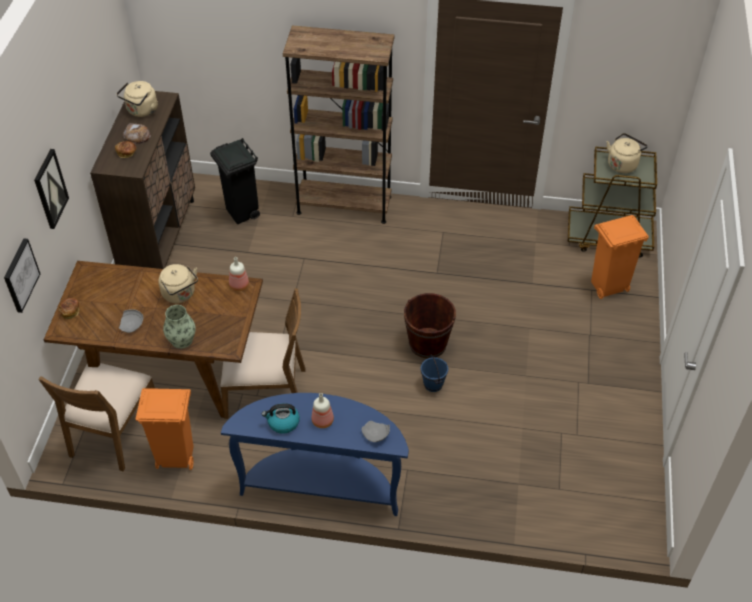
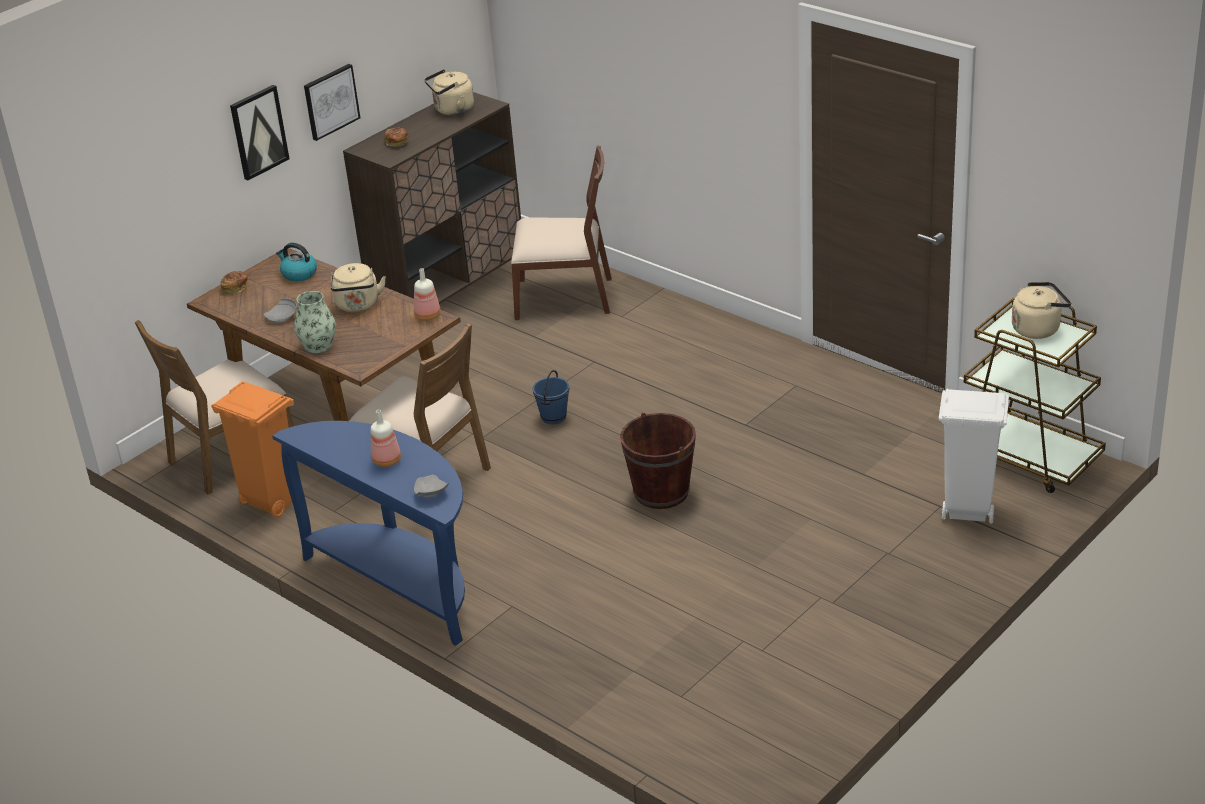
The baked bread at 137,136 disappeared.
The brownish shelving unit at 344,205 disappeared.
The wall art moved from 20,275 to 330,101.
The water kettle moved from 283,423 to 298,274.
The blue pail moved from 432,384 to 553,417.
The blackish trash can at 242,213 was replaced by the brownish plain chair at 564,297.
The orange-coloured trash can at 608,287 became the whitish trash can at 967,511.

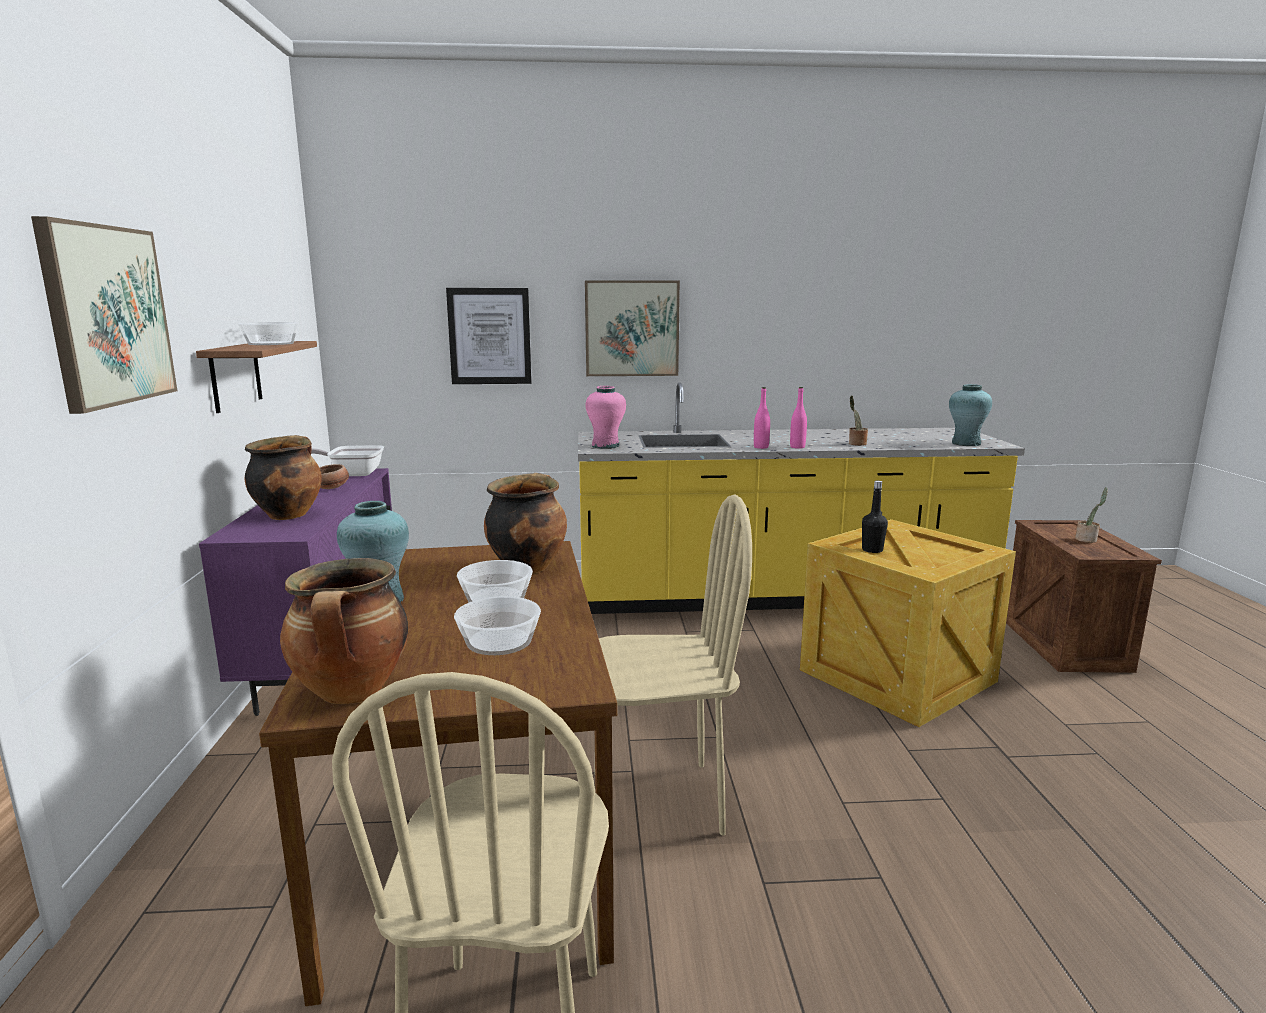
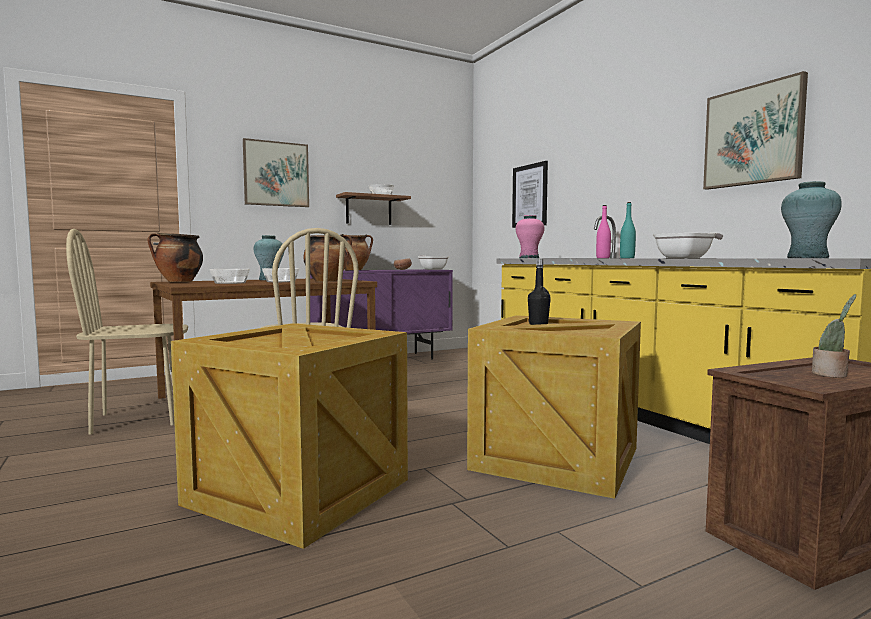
The packing crate at 299,493 appeared.
The wall art moved from 632,328 to 753,135.
The potted plant at 856,444 was replaced by the pan at 688,258.
The pink beverage bottle at 797,447 became the turquoise-coloured beverage bottle at 627,258.

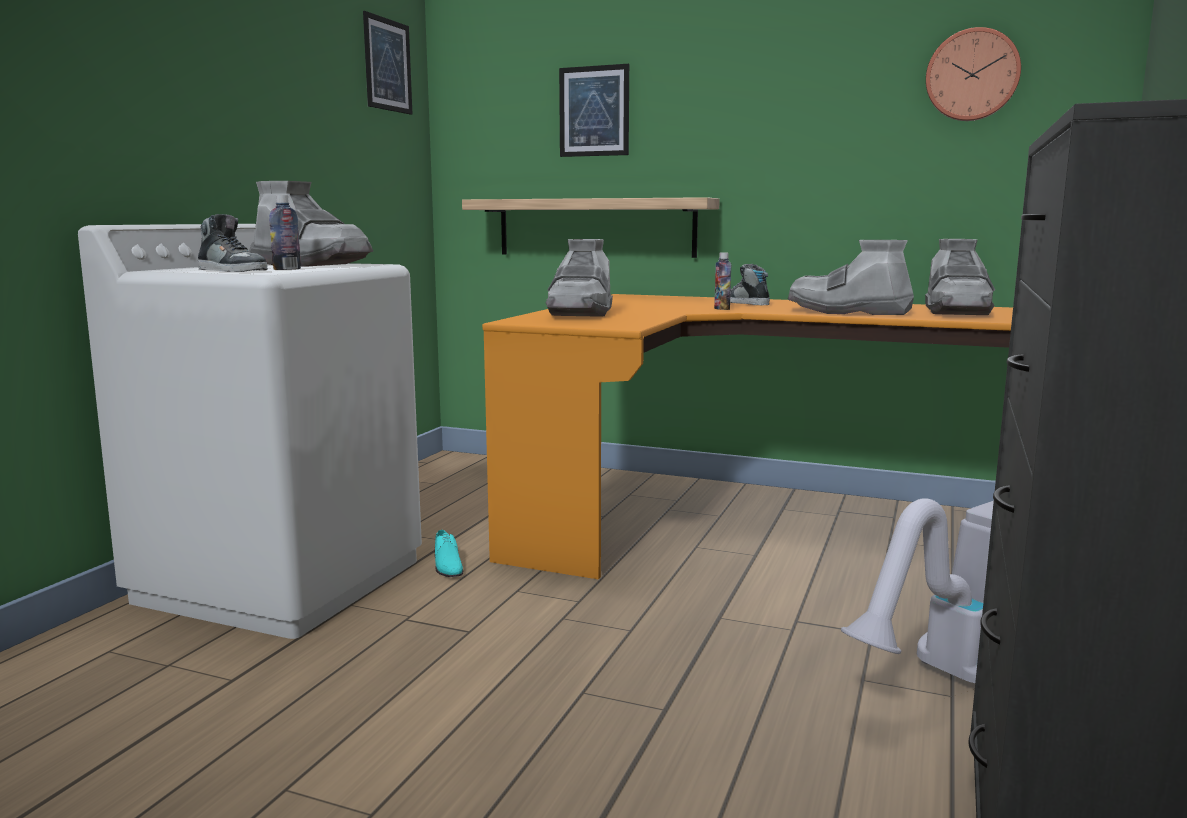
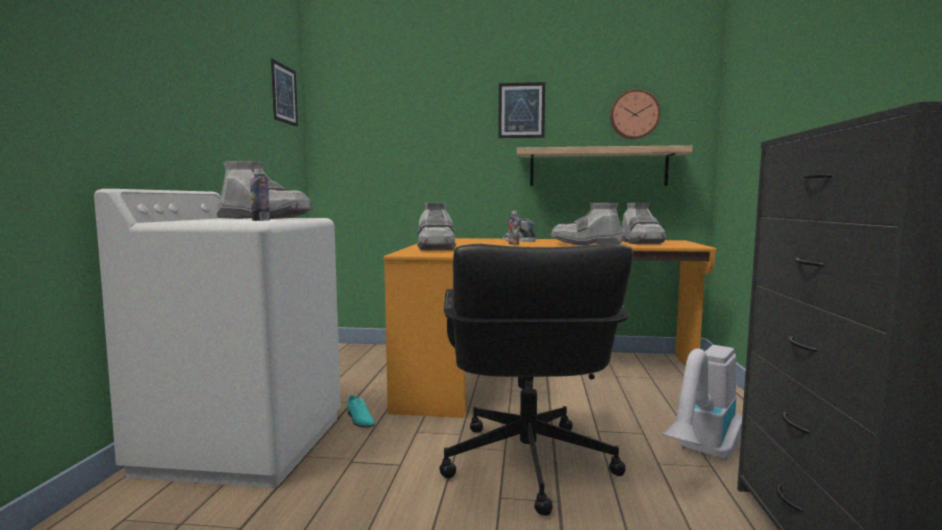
The shoe at 232,271 disappeared.
The blackish office chair at 526,464 appeared.
The wall shelf moved from 595,227 to 598,167.
The wall art moved from 594,111 to 521,110.

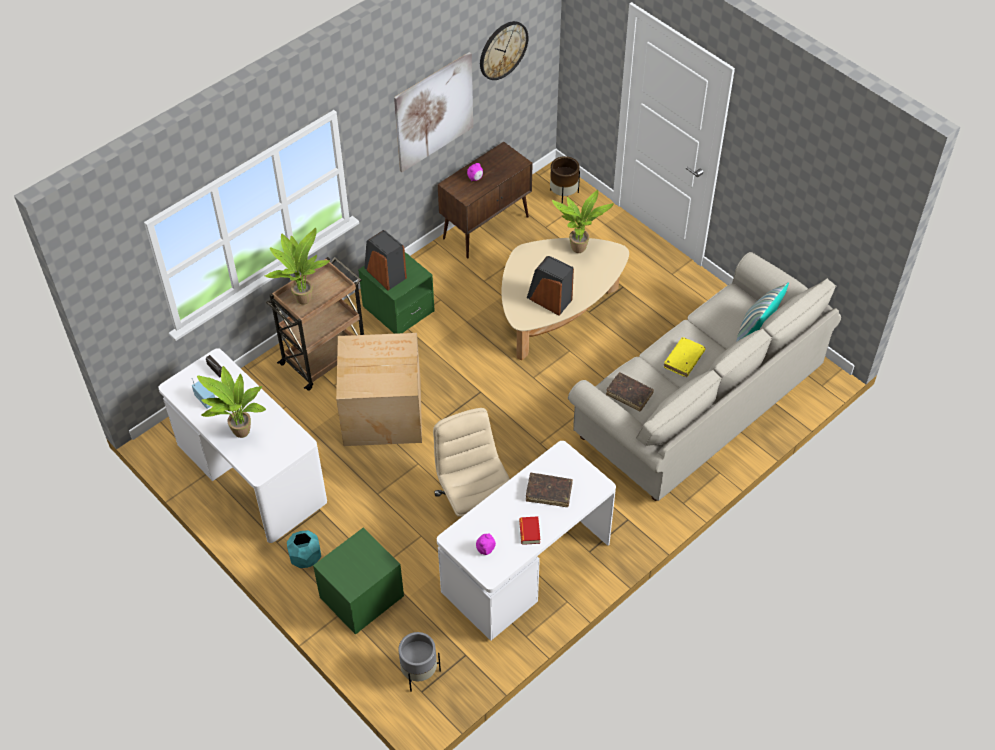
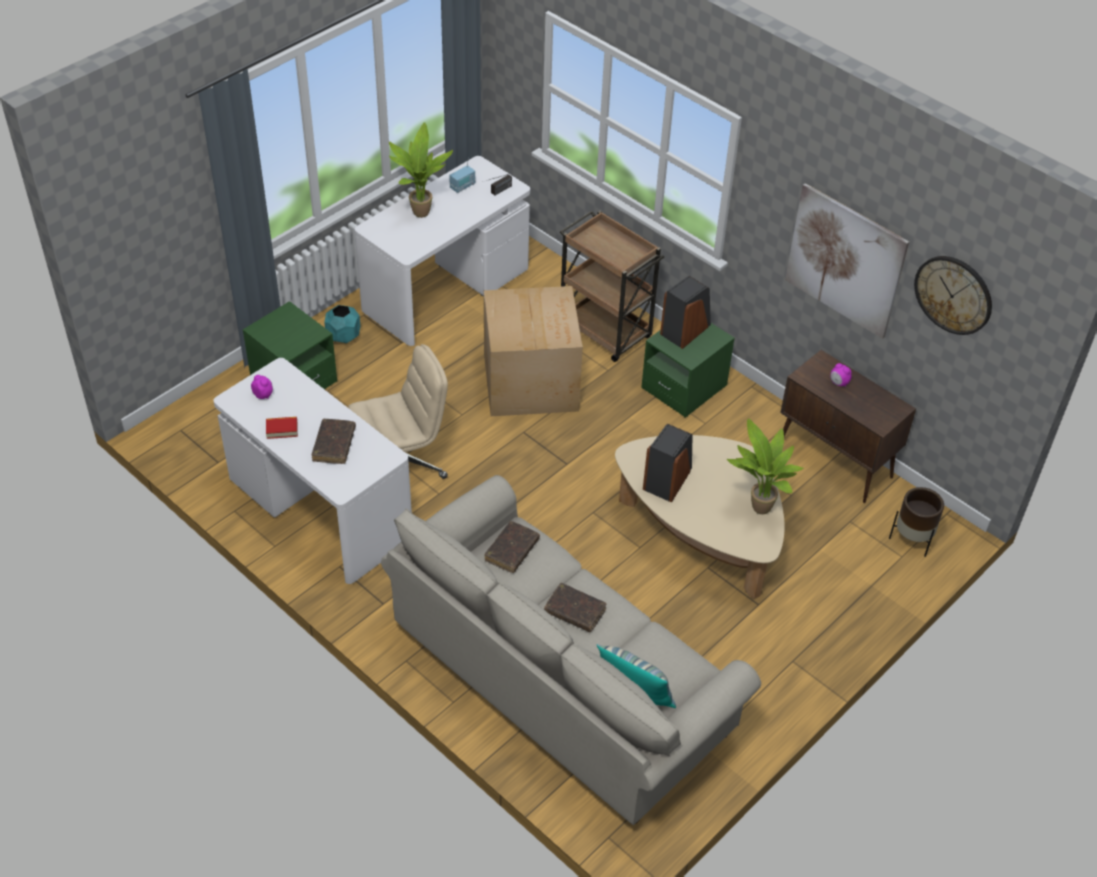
The potted plant at 302,298 disappeared.
The gray plant pot at 419,673 disappeared.
The yellow bound book at 683,360 became the brownish bound book at 575,612.

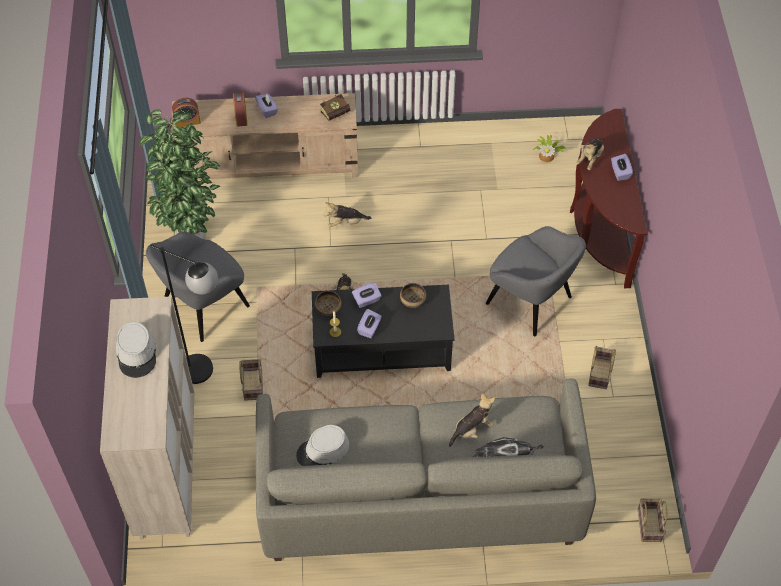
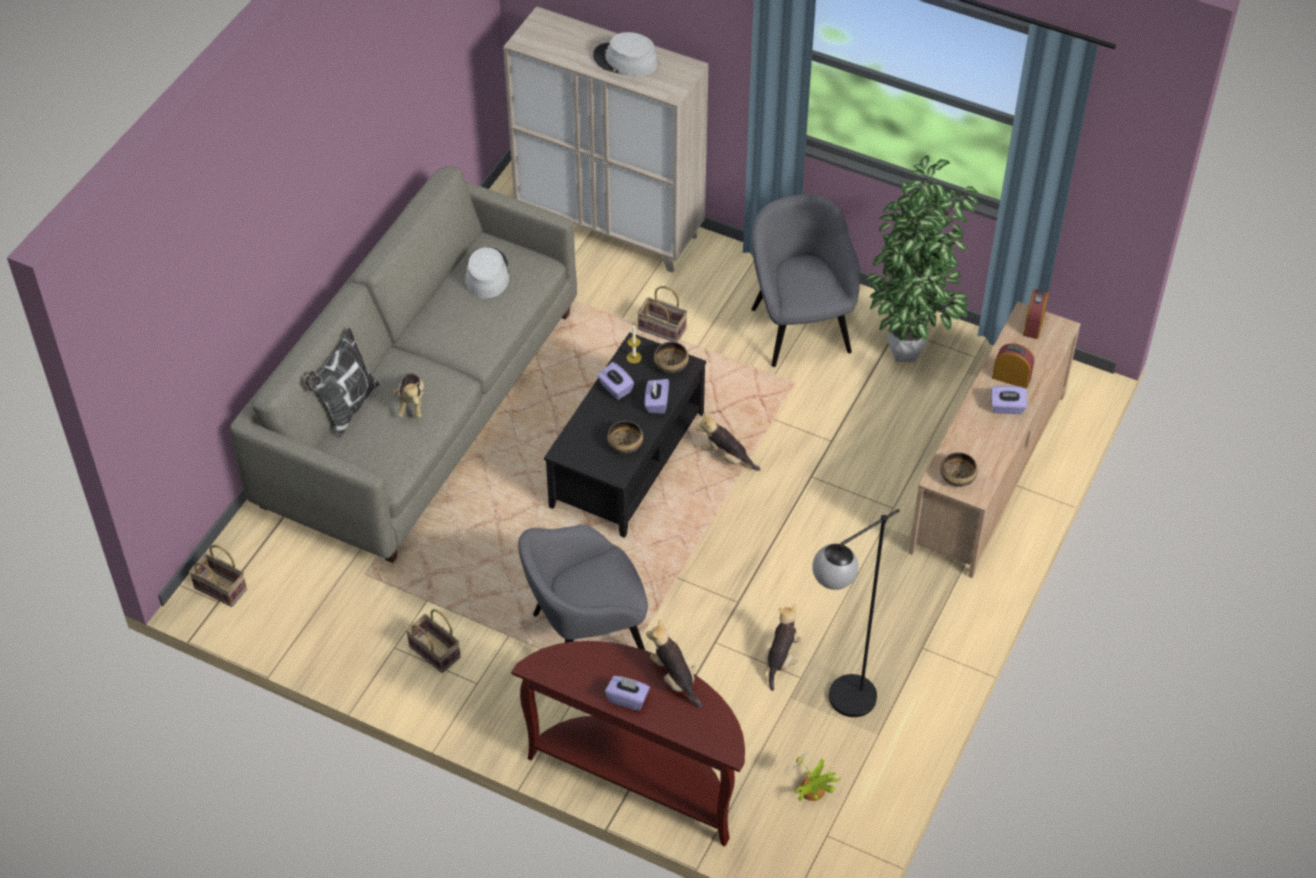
The blackish floor lamp moved from 207,373 to 839,705.
The cuddly toy moved from 346,223 to 781,658.
The bound book at 338,113 was replaced by the deep dish at 958,476.

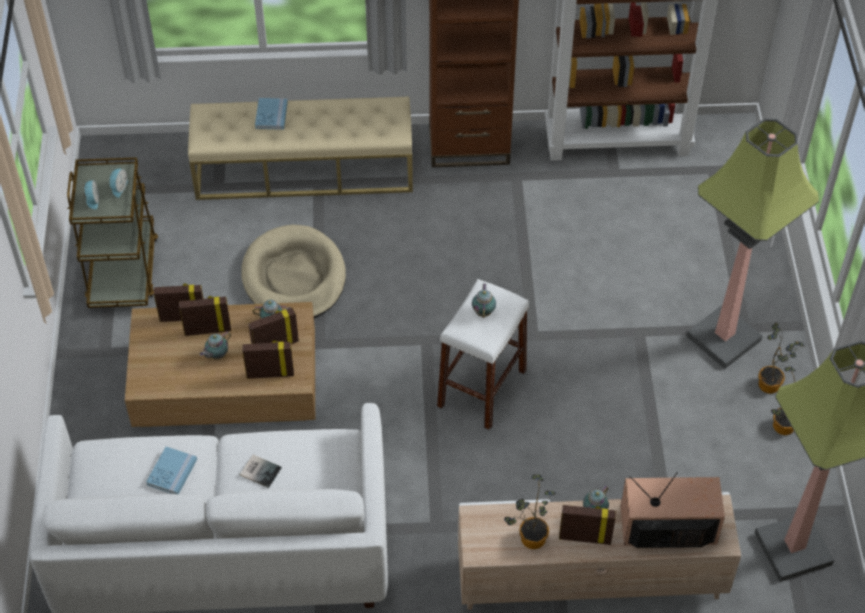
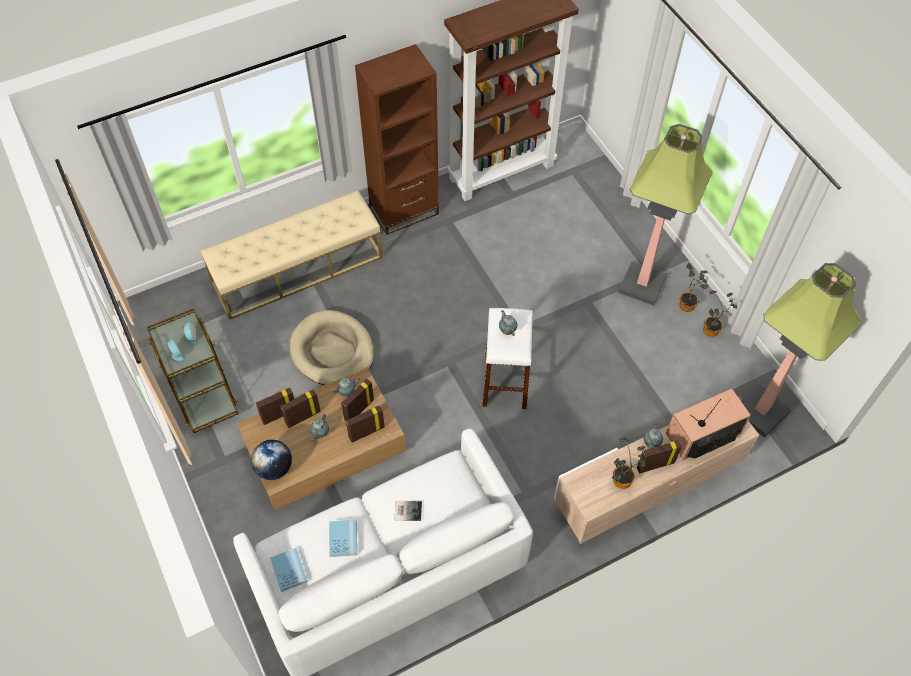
The globe at 274,468 appeared.
The blue bound book moved from 271,115 to 289,570.

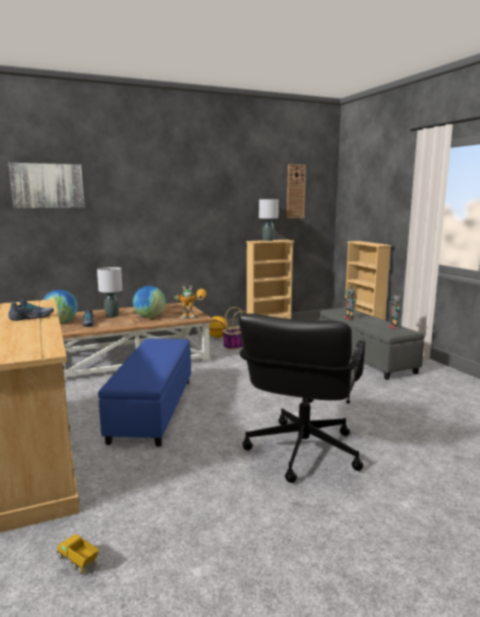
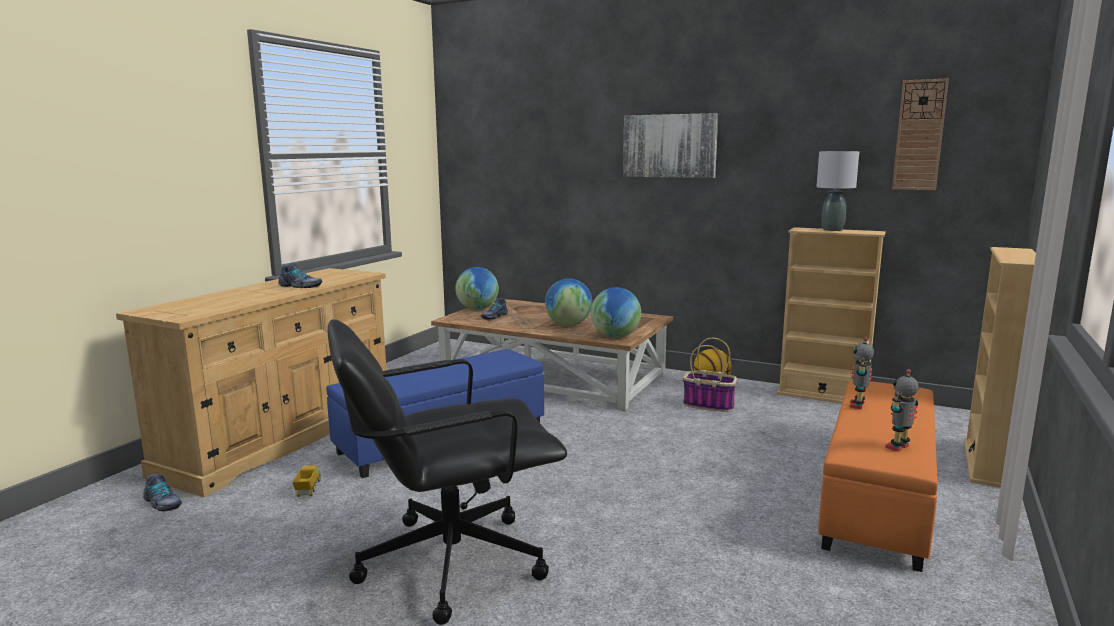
The gray table lamp at 112,316 disappeared.
The shoe at 162,503 appeared.
The wall art moved from 47,186 to 669,146.
The toy truck moved from 78,562 to 308,490.
The toy robot at 193,317 was replaced by the globe at 615,336.
The gray ottoman at 365,358 became the orange-coloured ottoman at 879,500.

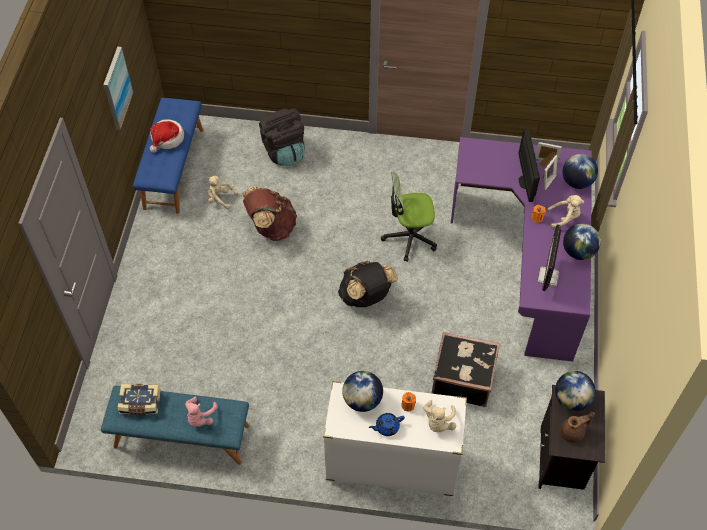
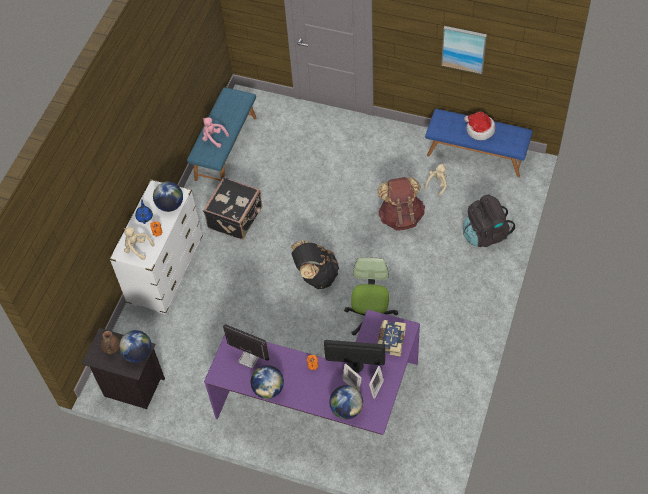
The beige cuddly toy at 564,218 disappeared.
The bound book moved from 140,403 to 390,341.
The blackish travel case moved from 462,378 to 236,218.

